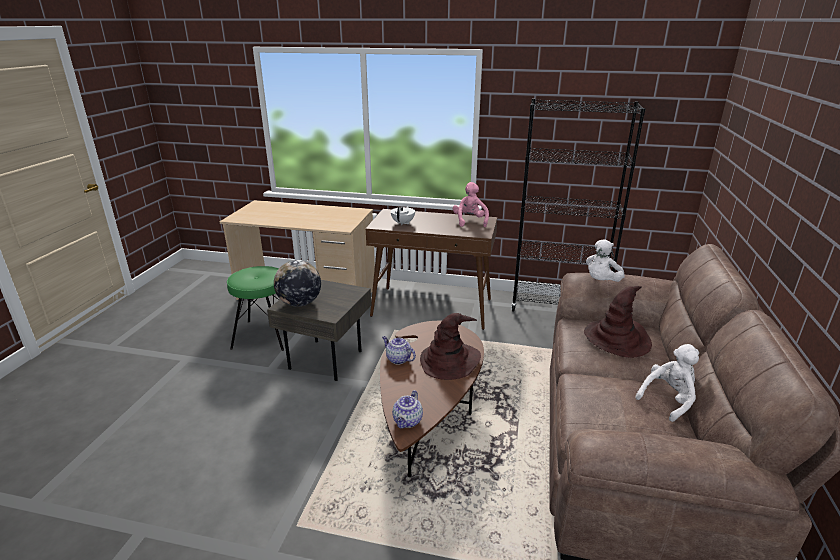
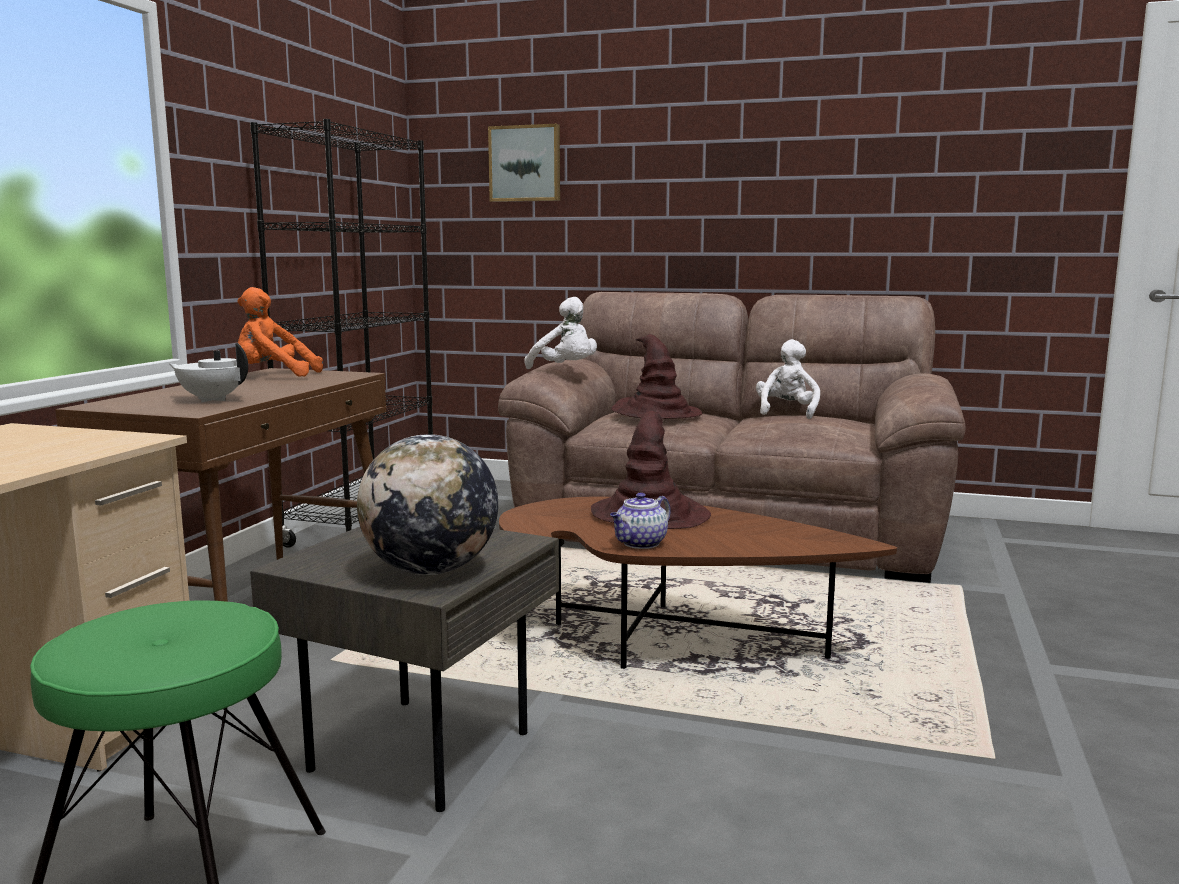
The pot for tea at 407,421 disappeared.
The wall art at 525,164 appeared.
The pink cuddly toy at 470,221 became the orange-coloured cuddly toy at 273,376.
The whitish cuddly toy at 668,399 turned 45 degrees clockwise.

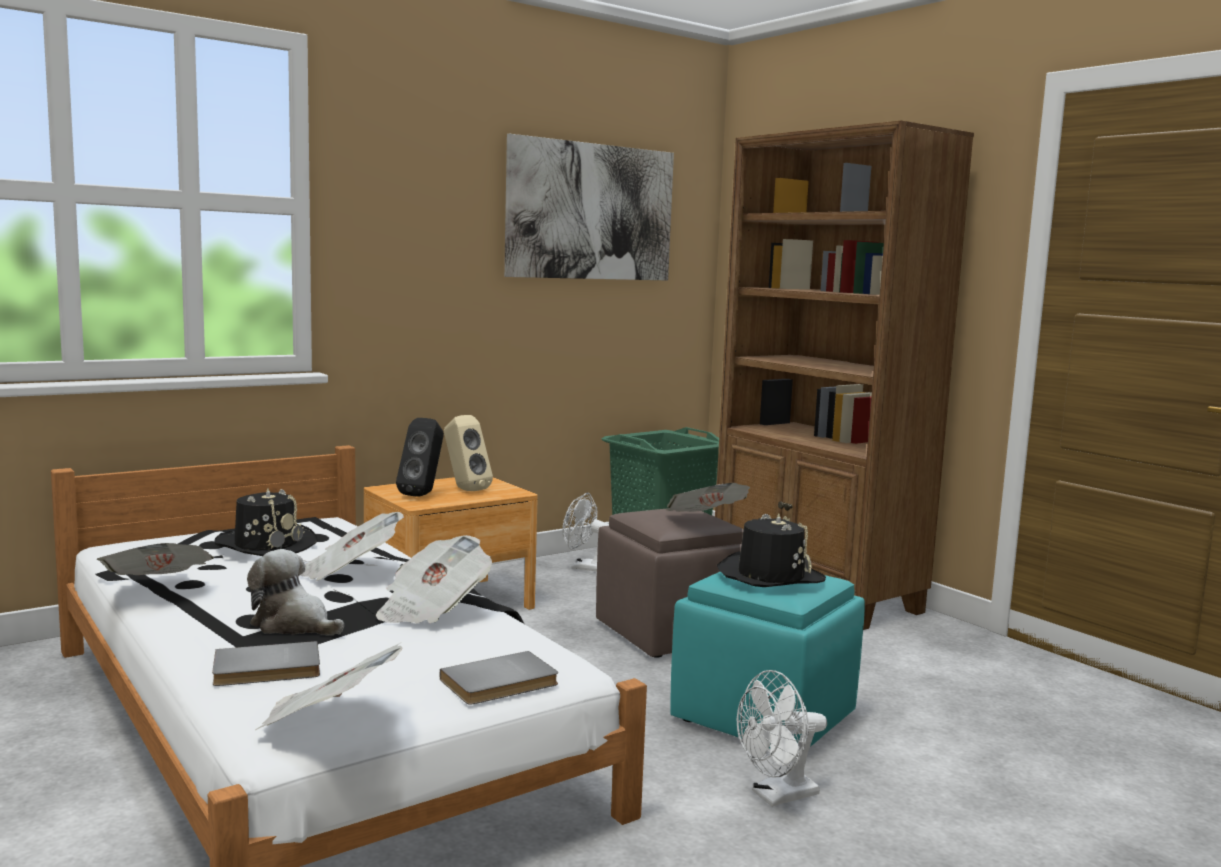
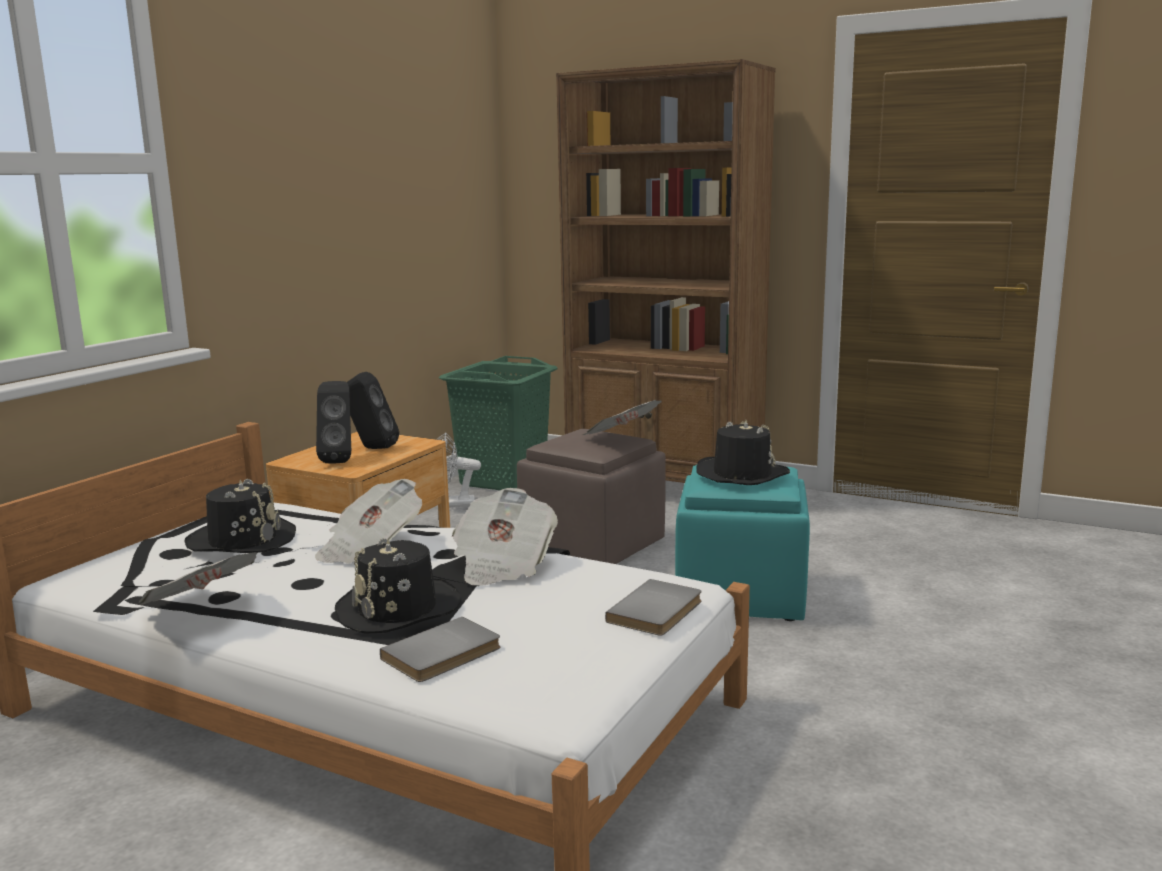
The daily paper at 329,722 disappeared.
The wall art at 591,212 disappeared.
The whitish electric fan at 777,796 disappeared.
The cuddly toy at 294,625 was replaced by the blackish clothing hat at 399,609.
The beige speaker at 464,489 became the blackish speaker at 371,448.

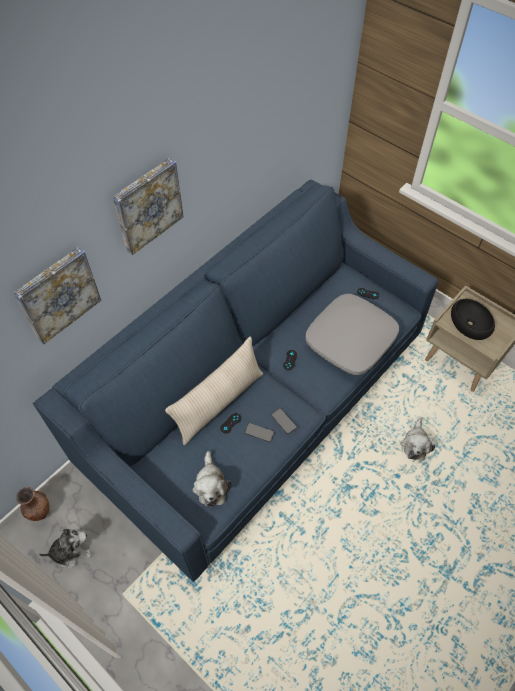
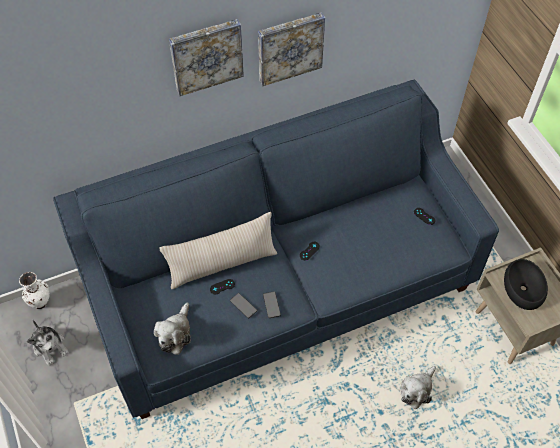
The gray pillow at 350,339 disappeared.
The wall art moved from 57,294 to 289,47.
The brownish flower vase at 40,513 became the whitish flower vase at 40,303.
The cuddly toy at 71,550 turned 45 degrees clockwise.

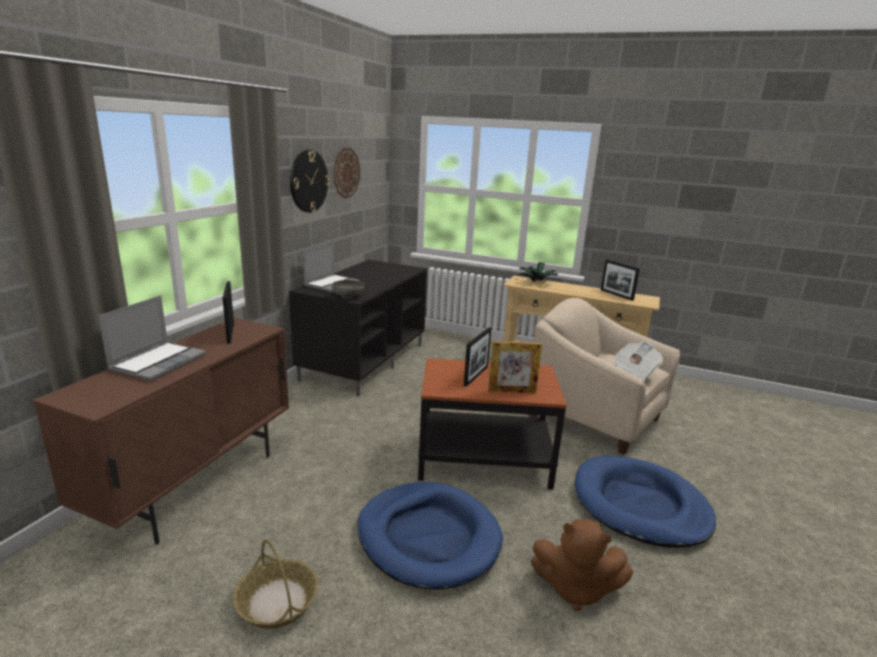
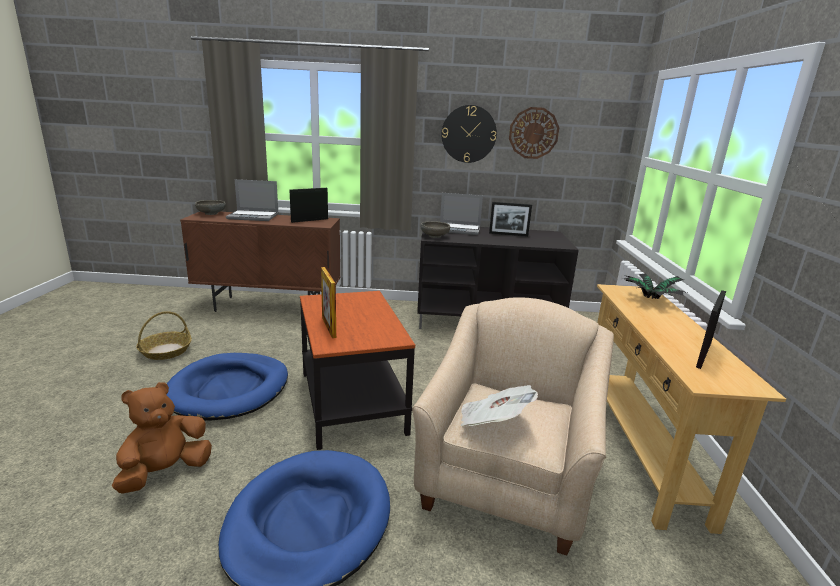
The gray deep dish at 211,213 appeared.
The standing frame moved from 476,376 to 508,234.
The brownish cuddly toy at 575,588 turned 45 degrees clockwise.

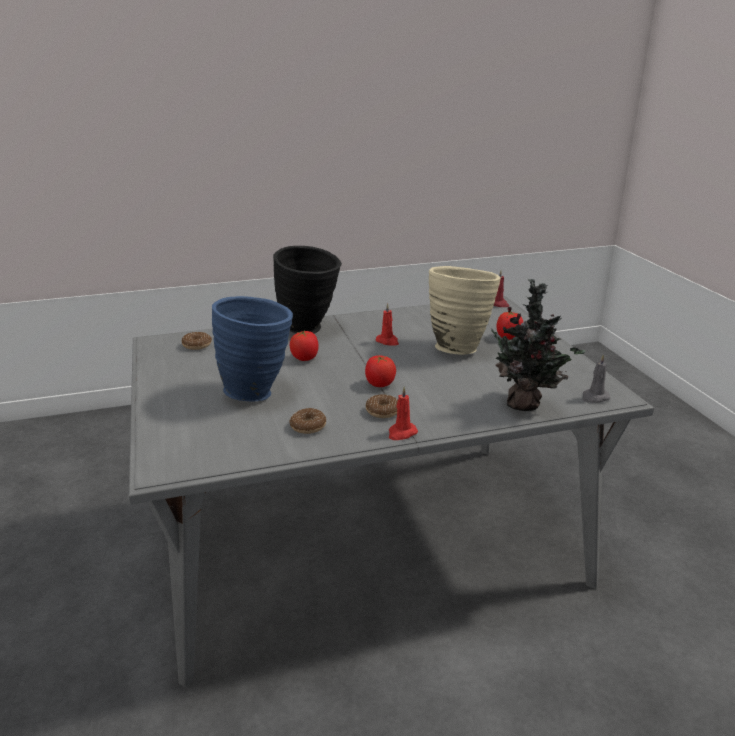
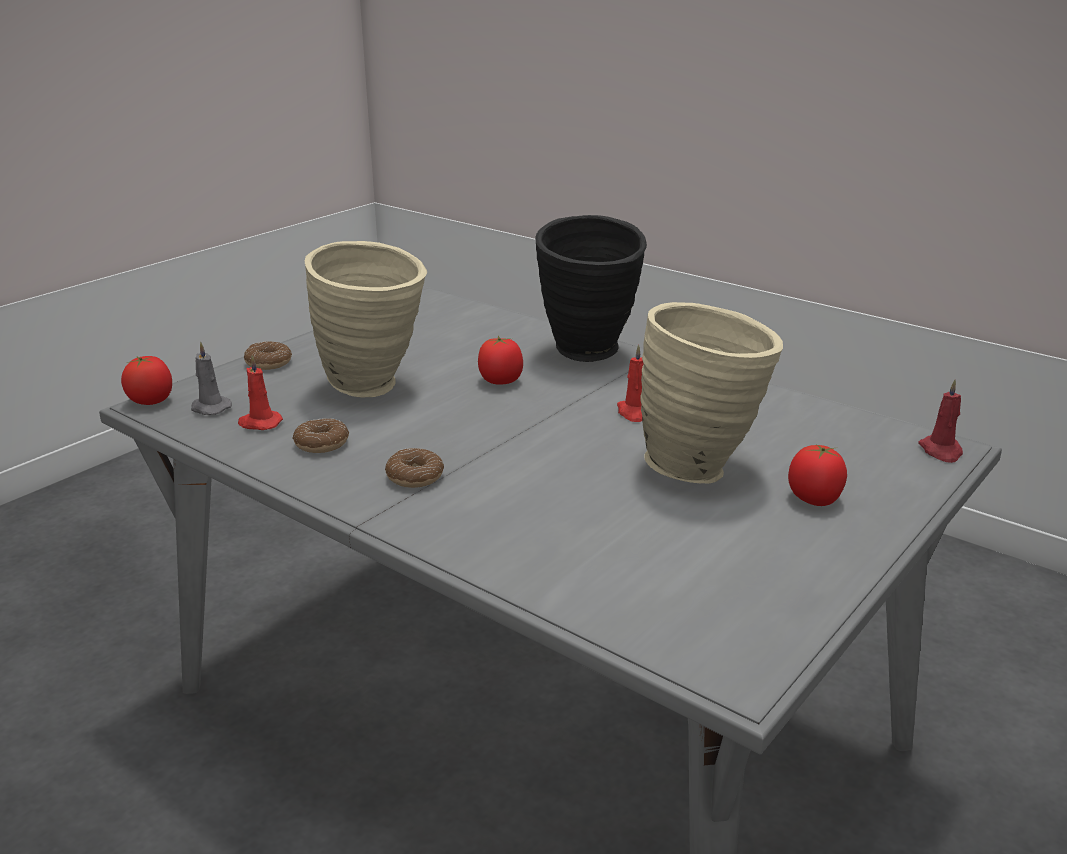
The potted plant at 526,404 disappeared.
The donut moved from 197,345 to 268,363.
The fresh tomato moved from 380,384 to 151,401.
The red-coloured wax candle moved from 401,433 to 259,423.
The gray wax candle moved from 594,397 to 209,408.
The blue flower vase at 259,392 became the beige flower vase at 375,388.

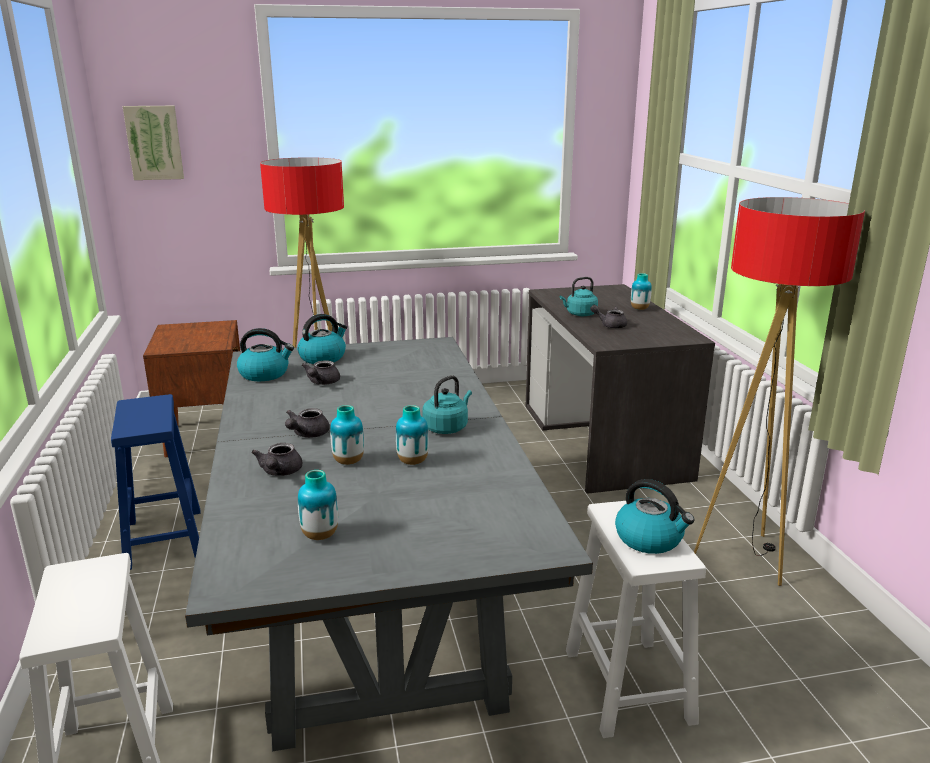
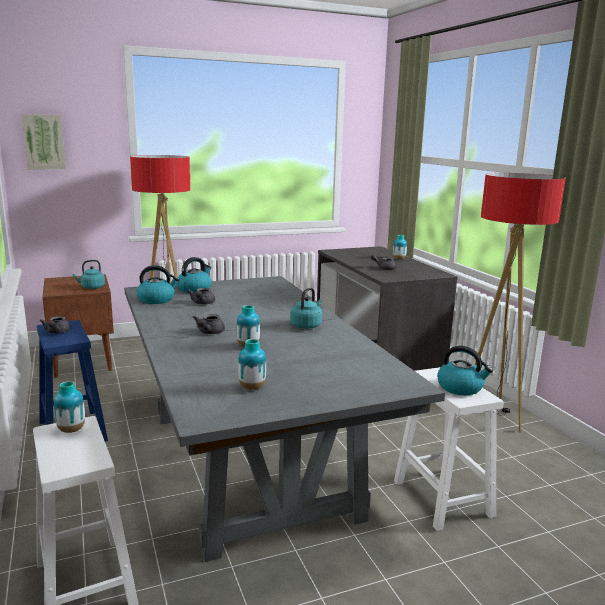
The gray pot for tea moved from 280,472 to 56,332.
The flower vase moved from 412,461 to 71,430.
The turquoise-coloured water kettle moved from 580,314 to 91,287.

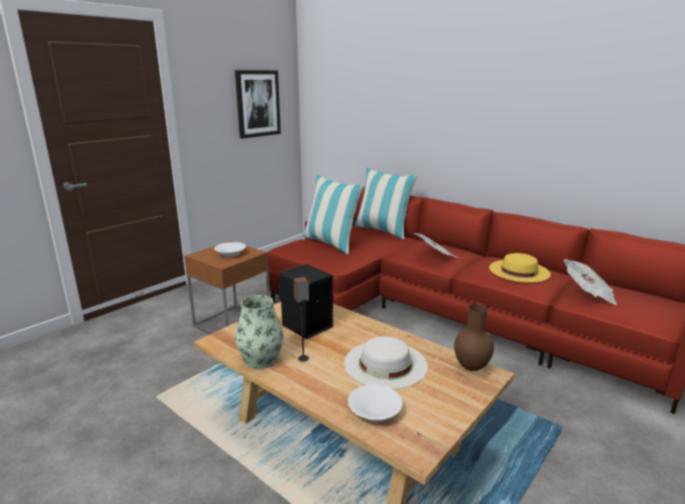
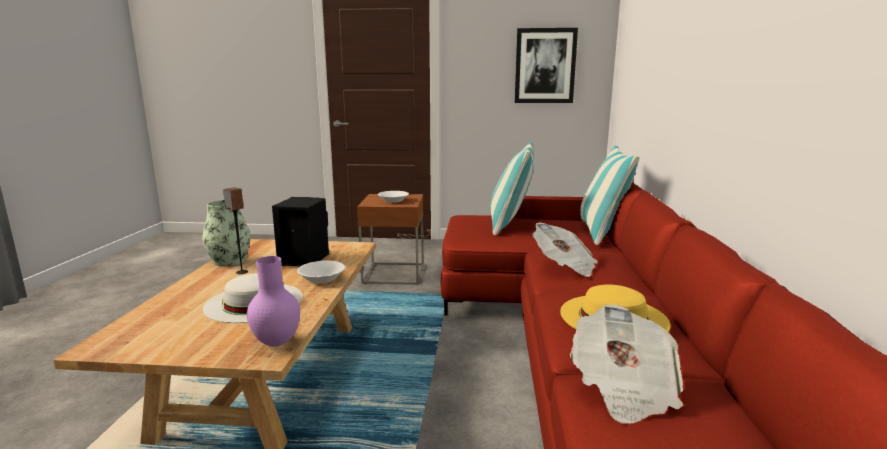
The whitish deep dish moved from 374,411 to 322,278.
The brownish flower vase at 470,368 became the purple flower vase at 275,342.

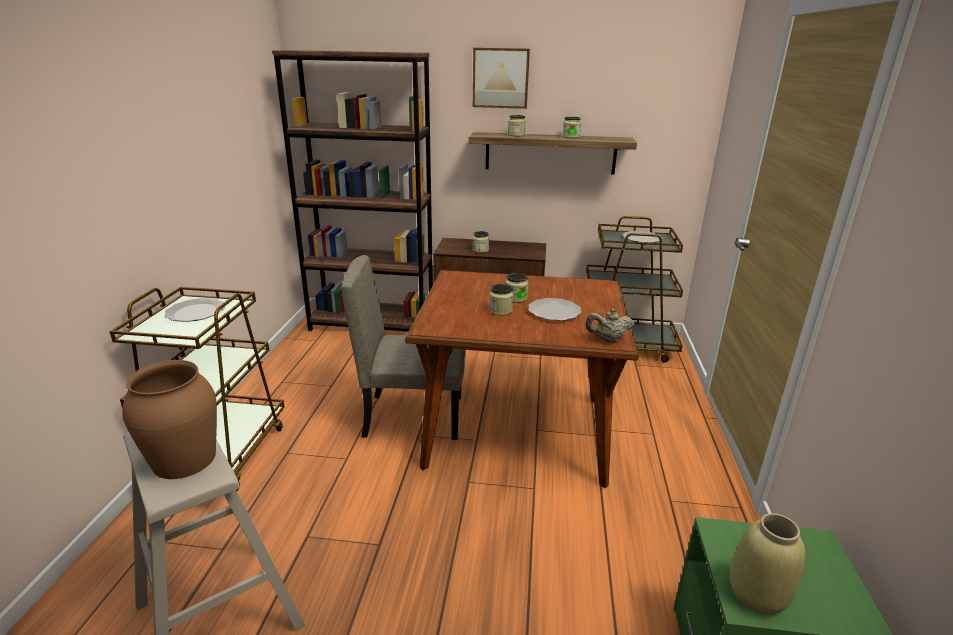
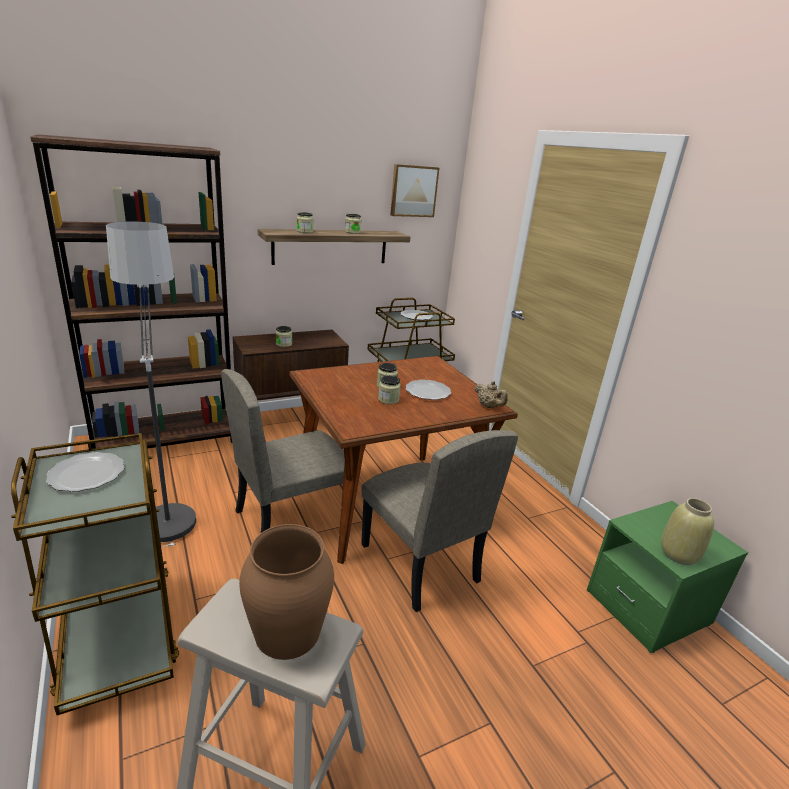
The floor lamp at 165,500 appeared.
The beige plain chair at 418,563 appeared.
The wall art moved from 500,78 to 413,191.
The beige pot for tea at 608,340 turned 90 degrees counterclockwise.

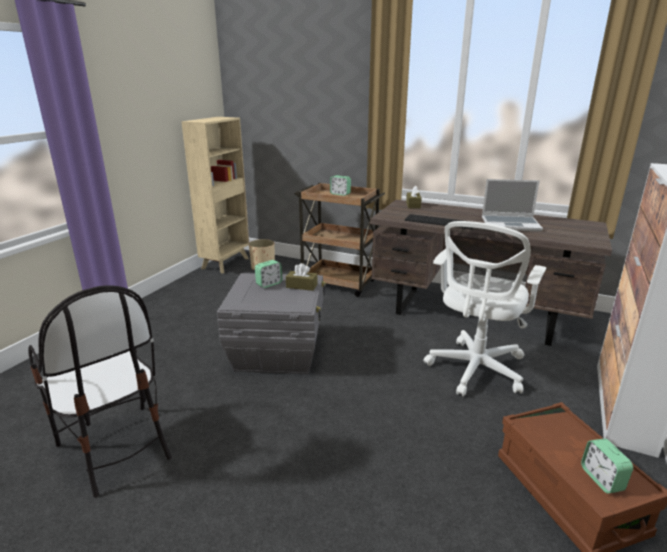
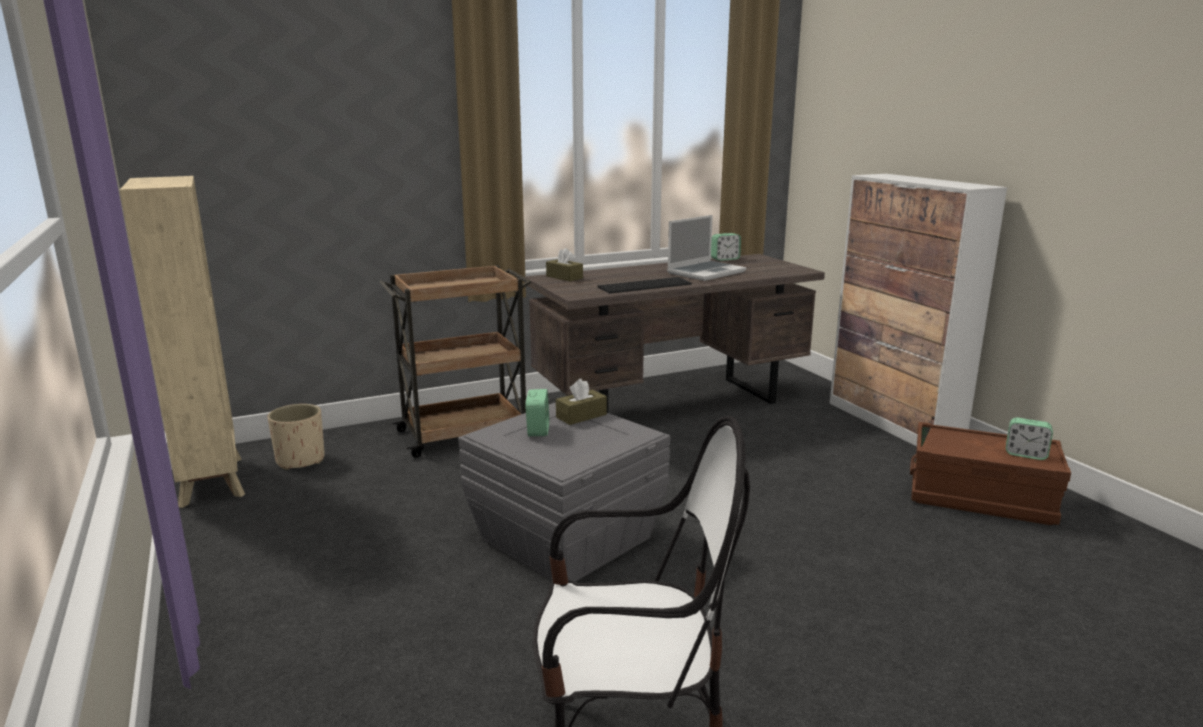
The whitish office chair at 474,371 disappeared.
The bedside clock moved from 340,194 to 725,259.

